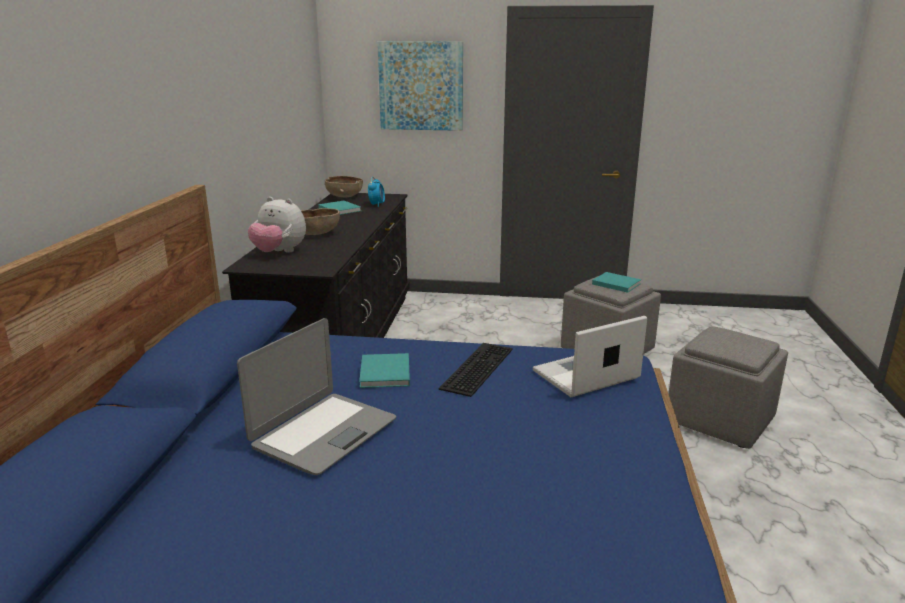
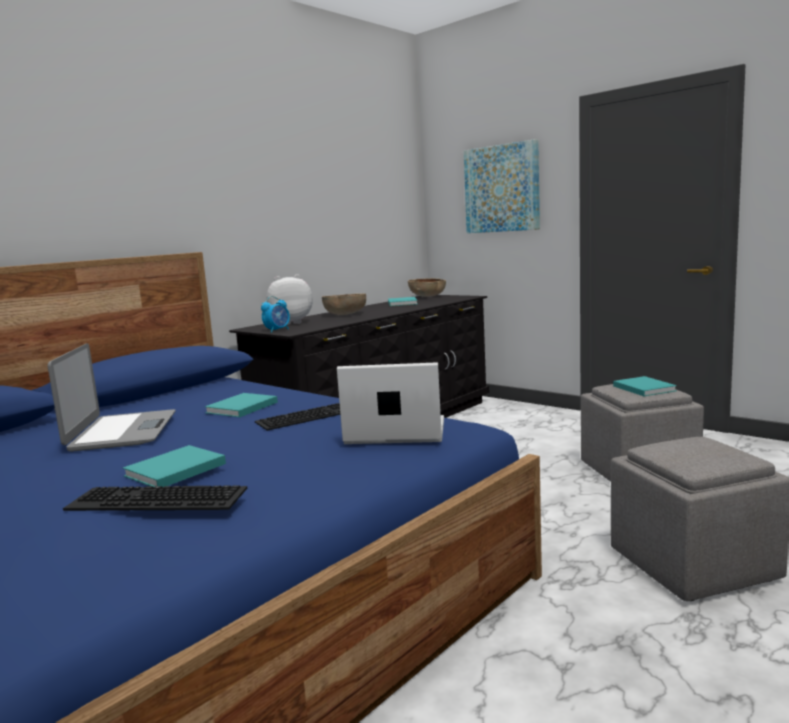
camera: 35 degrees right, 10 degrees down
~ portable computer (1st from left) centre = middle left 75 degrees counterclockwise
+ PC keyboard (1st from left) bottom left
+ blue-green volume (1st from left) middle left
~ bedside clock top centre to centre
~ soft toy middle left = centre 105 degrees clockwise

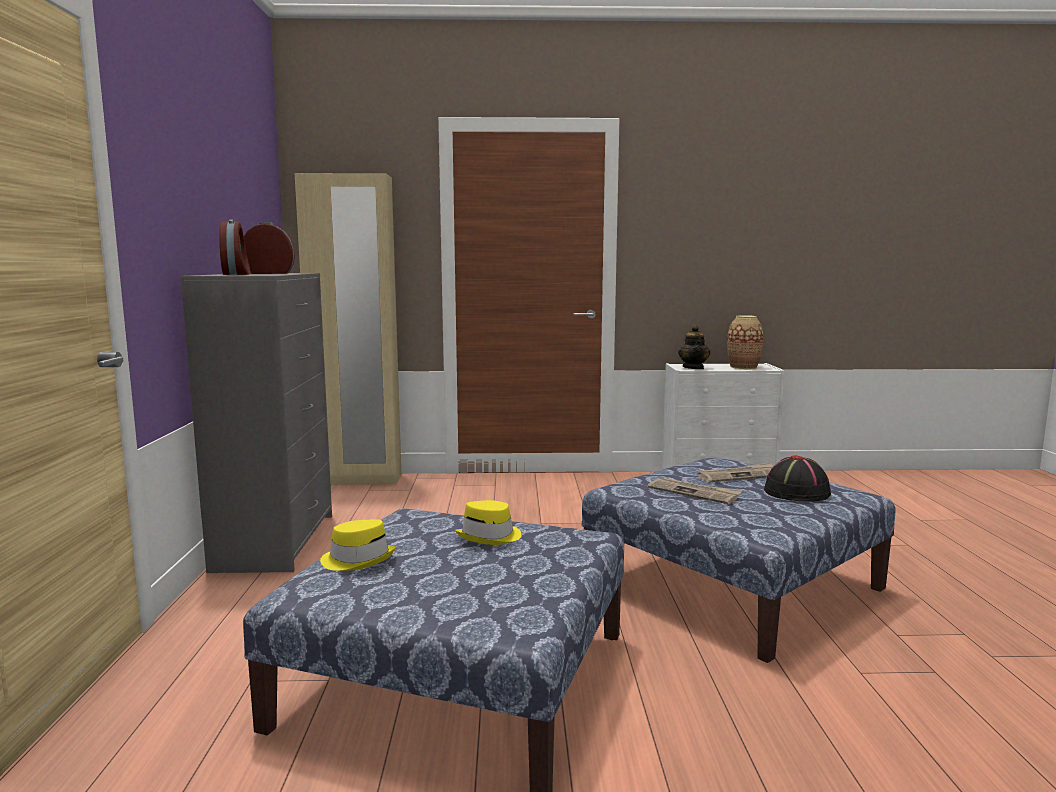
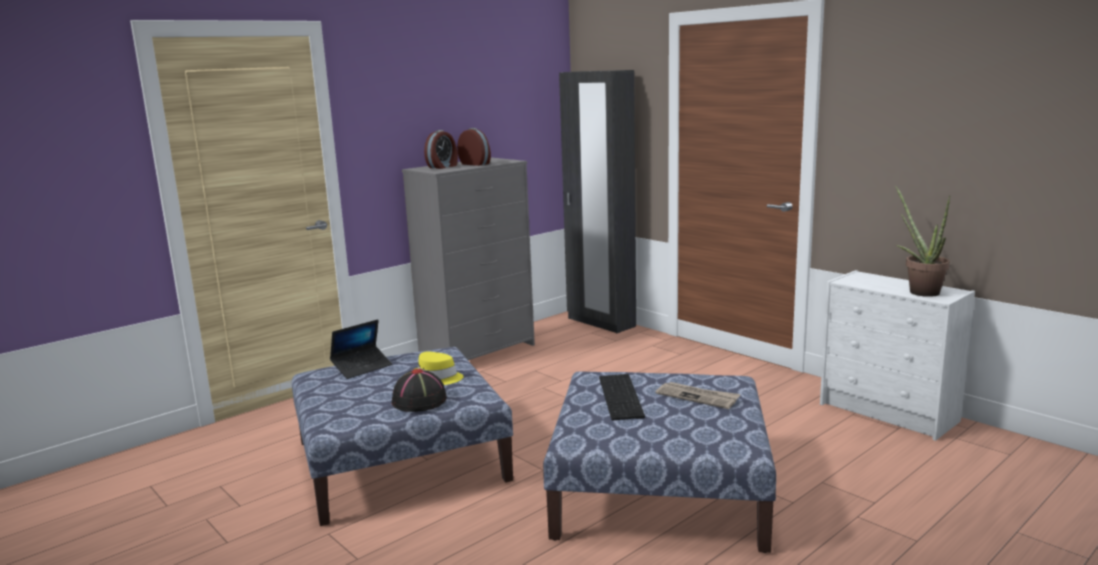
camera: 50 degrees right, 5 degrees up
~ yellow-coloured wearable hat (1st from left) bottom centre to portable computer middle left
~ black-coloured wearable hat middle right to bottom centre
~ beige clothes cupboard middle left to black-coloured clothes cupboard centre
~ printed paper (1st from left) centre to PC keyboard bottom centre
~ flower vase middle right to potted plant middle right
- tea pot centre

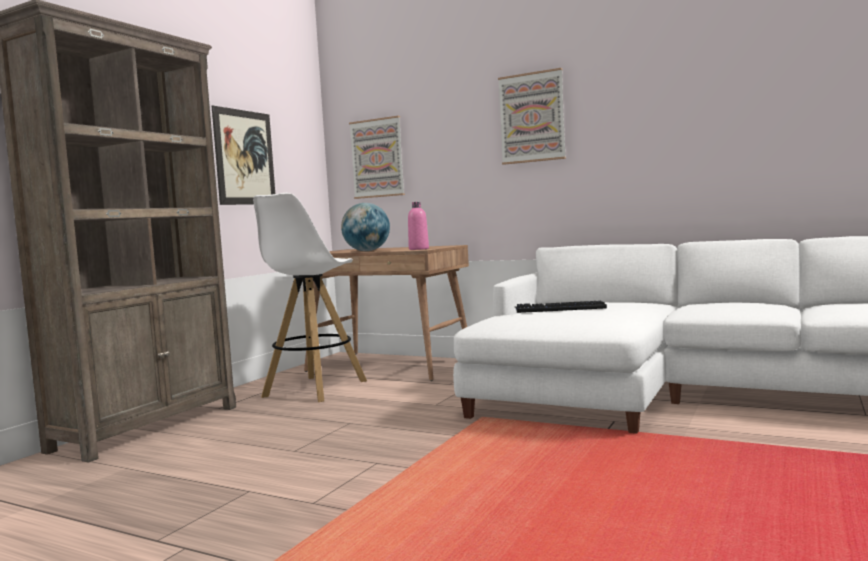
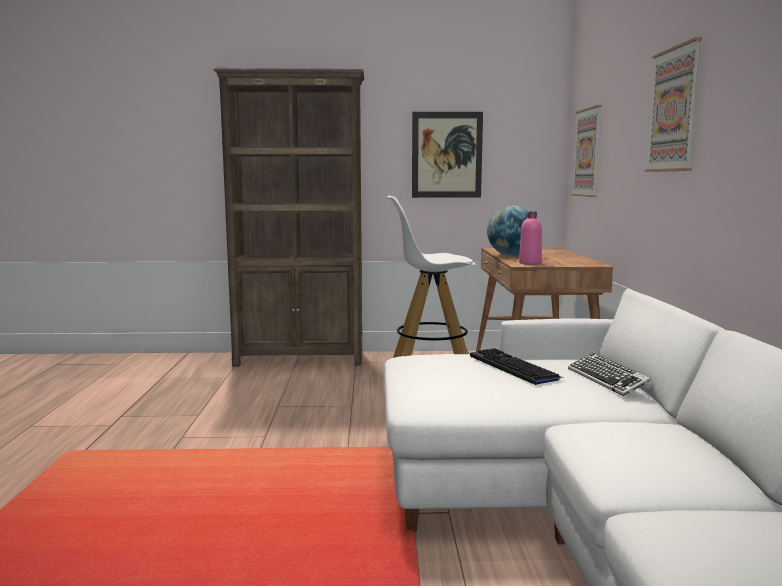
camera: 60 degrees right, 5 degrees up
+ PC keyboard (2nd from left) middle right

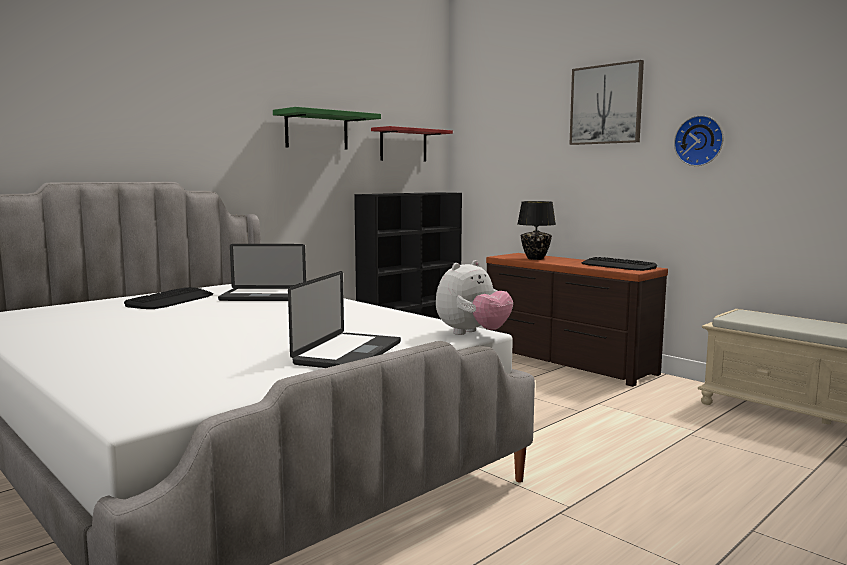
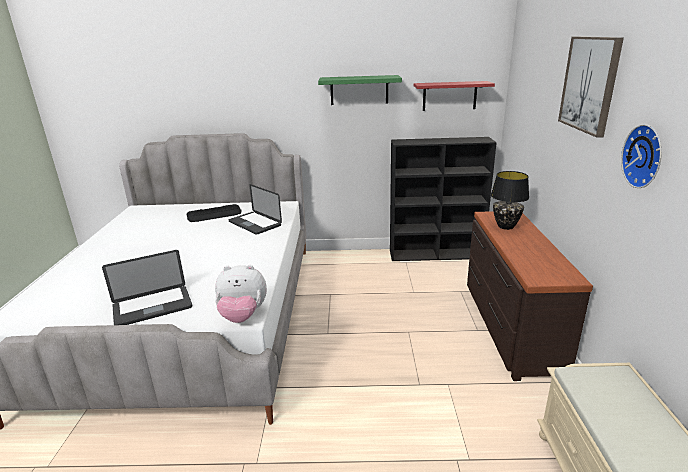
camera: 45 degrees right, 15 degrees up
- PC keyboard (2nd from left) middle right

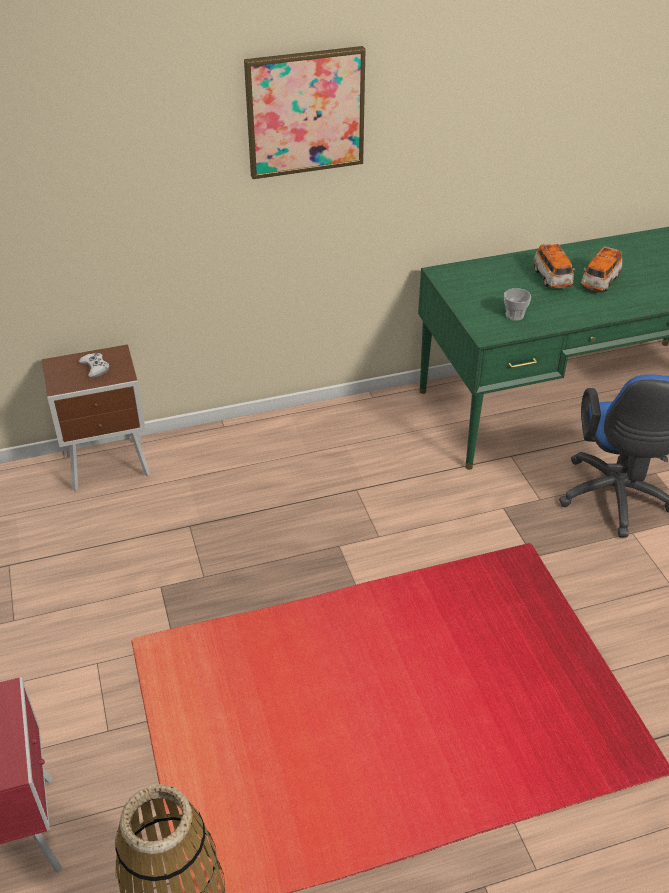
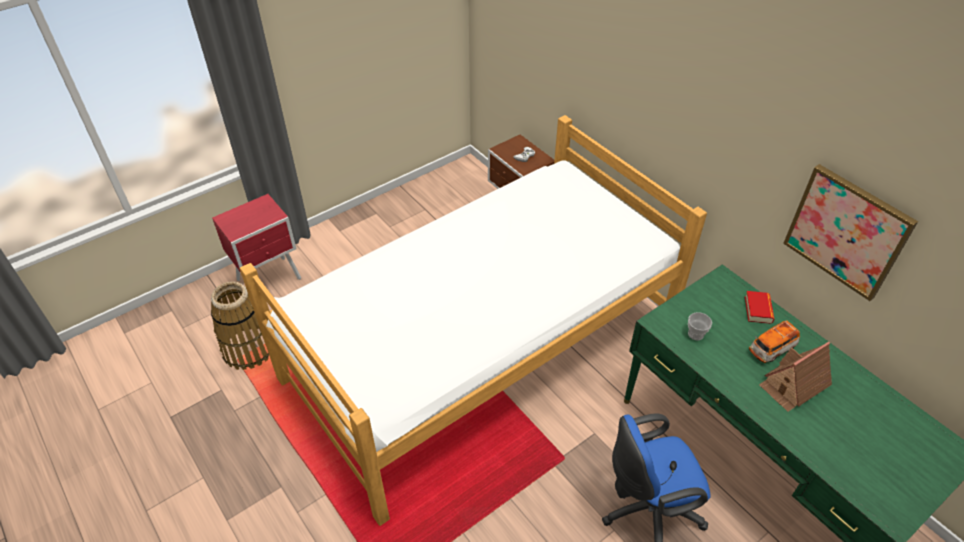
camera: 70 degrees right, 5 degrees up
+ sleeping bed centre
+ volume middle right
~ miniature car (2nd from left) top right to toy house bottom right
~ wall picture top centre to middle right

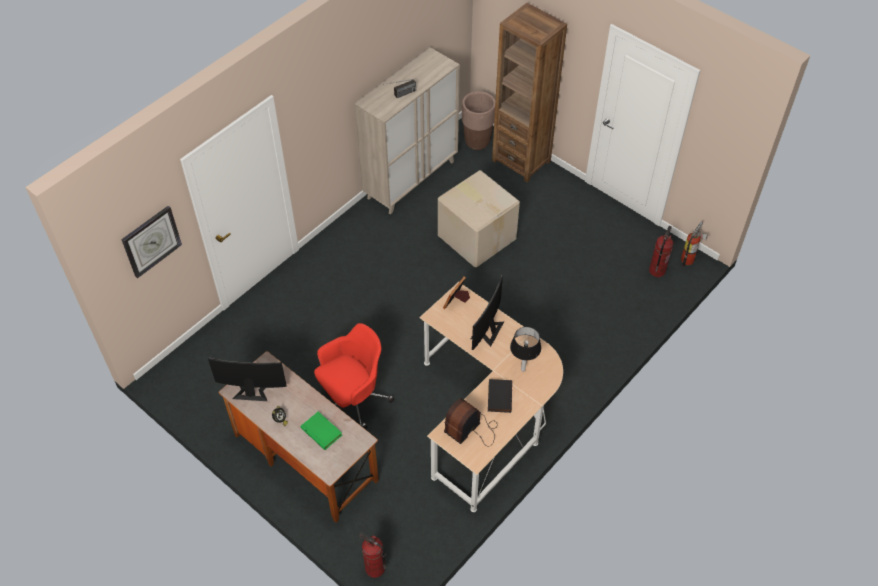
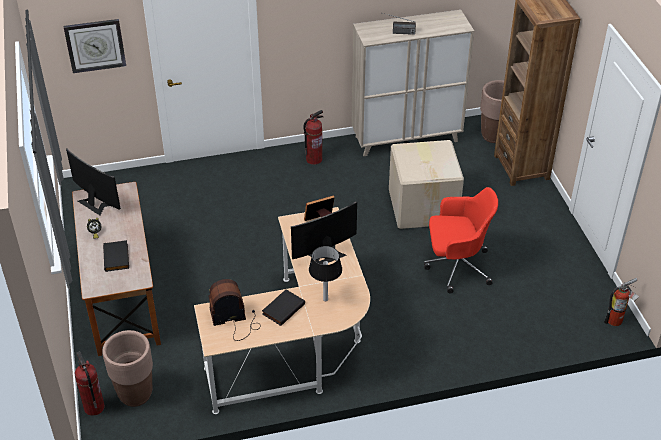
camera: 35 degrees right, 10 degrees down
+ brown-coloured plant pot (1st from left) bottom left
~ green-coloured volume bottom centre to black-coloured volume (1st from left) middle left
~ extinguisher (2nd from left) middle right to top centre
~ red-coloured office chair centre to middle right

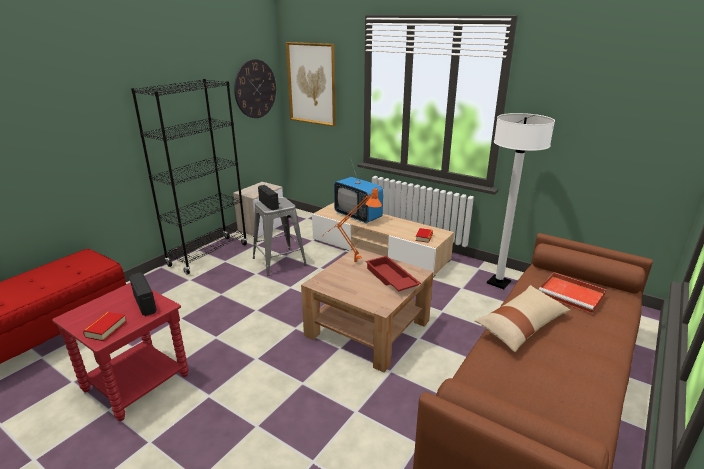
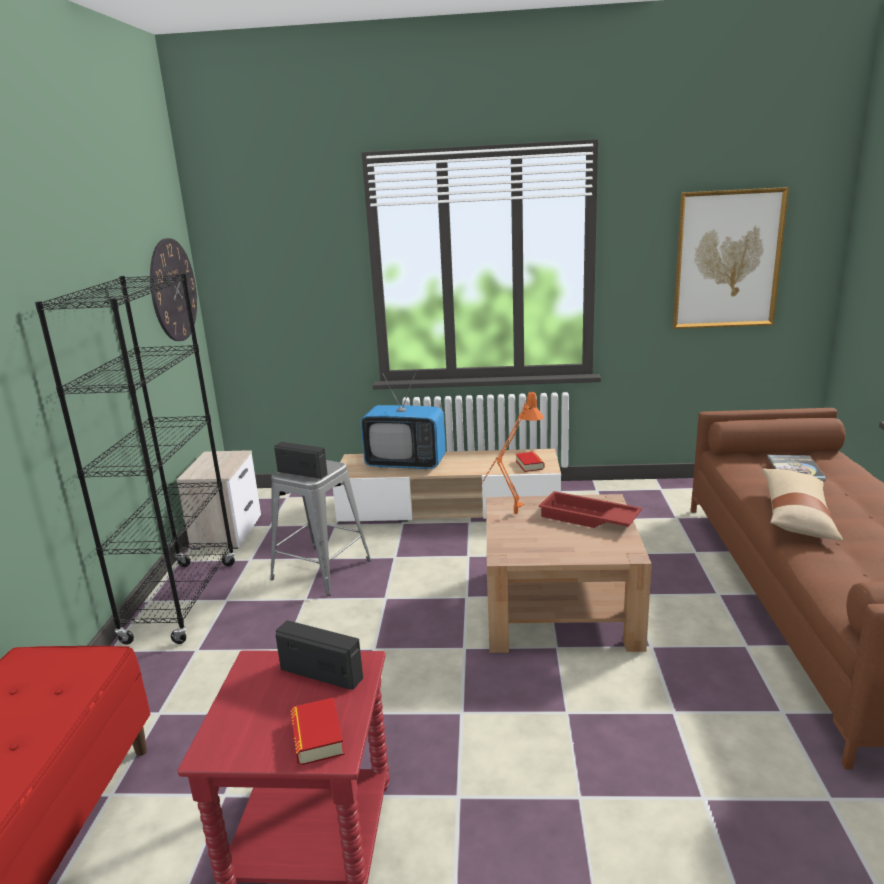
camera: 30 degrees left, 5 degrees down
~ wall picture top centre to top right
~ red-coloured serving tray (2nd from left) middle right to volume (3rd from left) middle right
- white-coloured standing lamp middle right

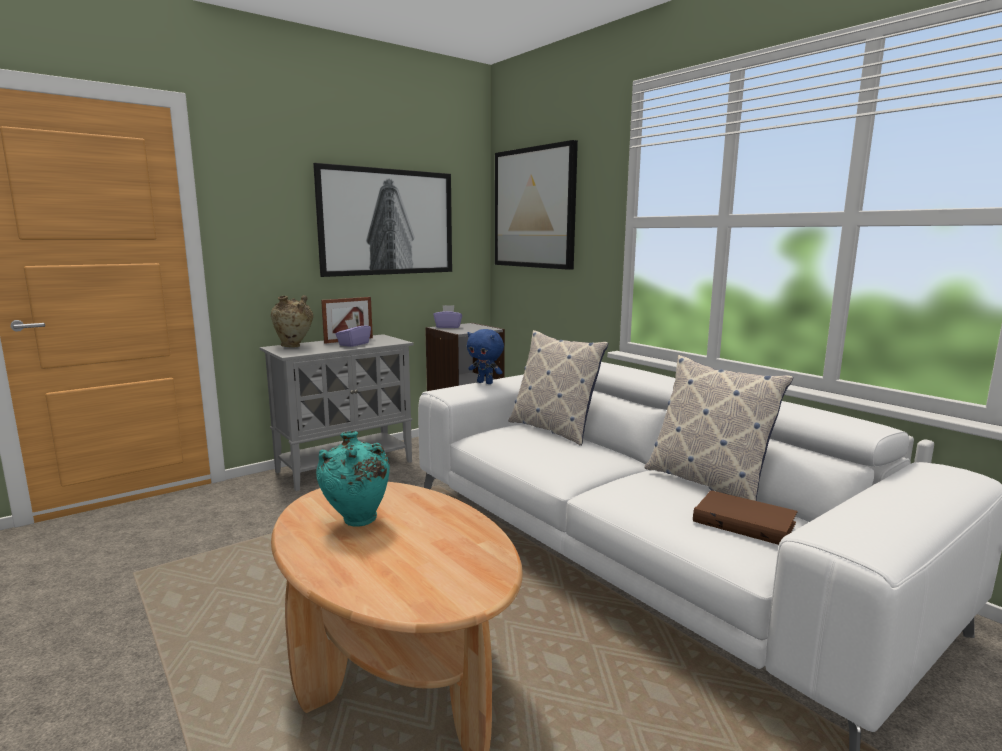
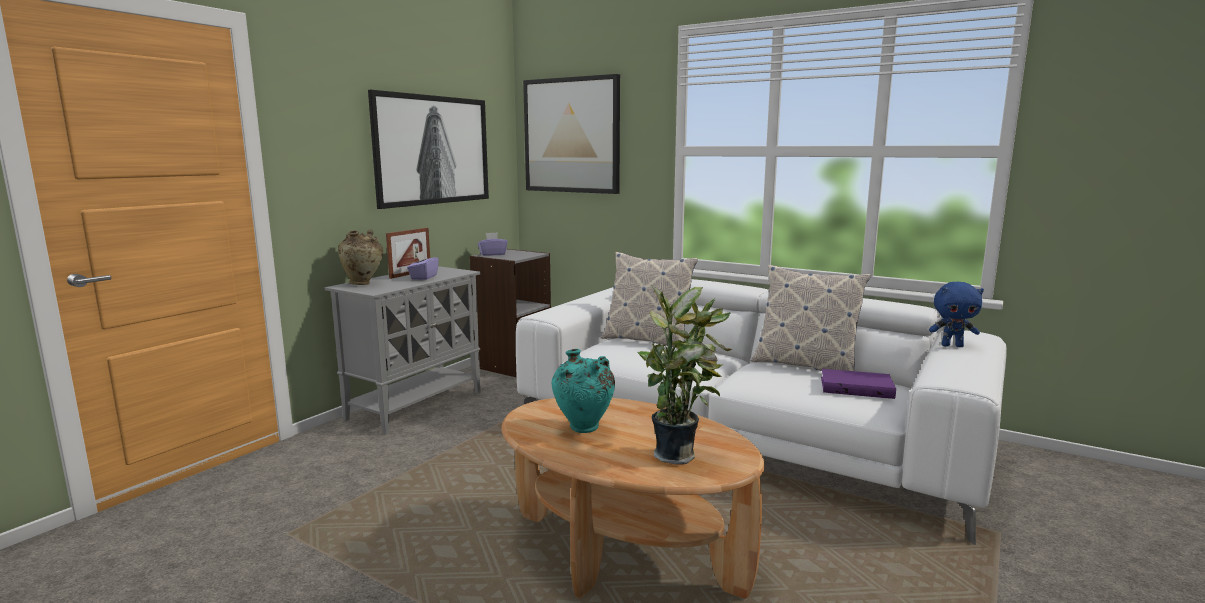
camera: 20 degrees left, 0 degrees up
+ potted plant centre
~ brown-coloured volume bottom right to purplish volume middle right
~ blue-coloured soft toy centre to middle right

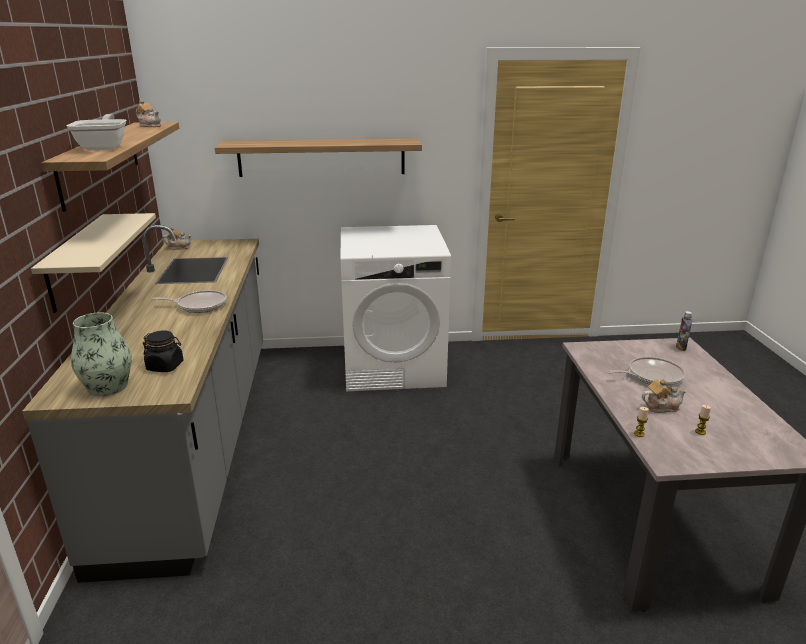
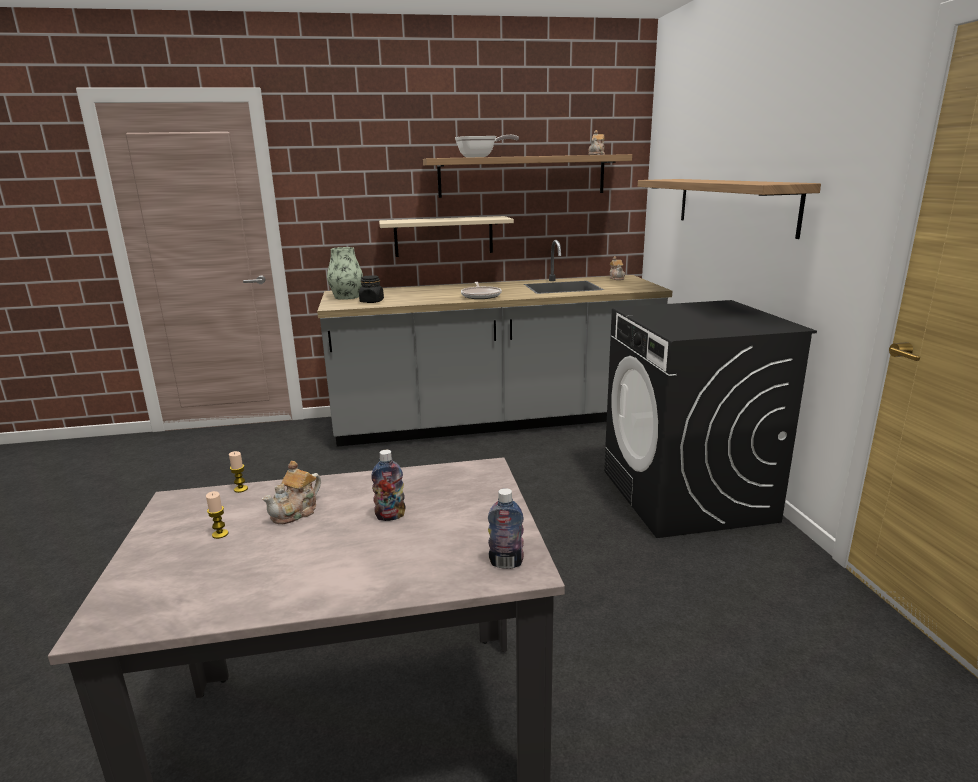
camera: 85 degrees right, 5 degrees down
~ tea pot (3rd from left in the first image) middle right = middle left 45 degrees clockwise
~ frying pan (3rd from left) middle right to bottle (1st from left) centre
~ white-coloured washing machine centre to black-coloured washing machine middle right

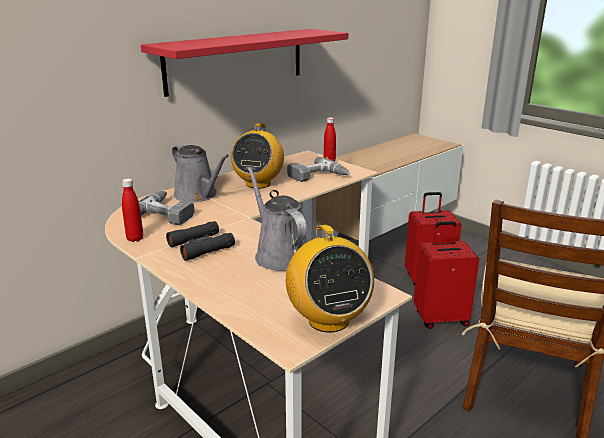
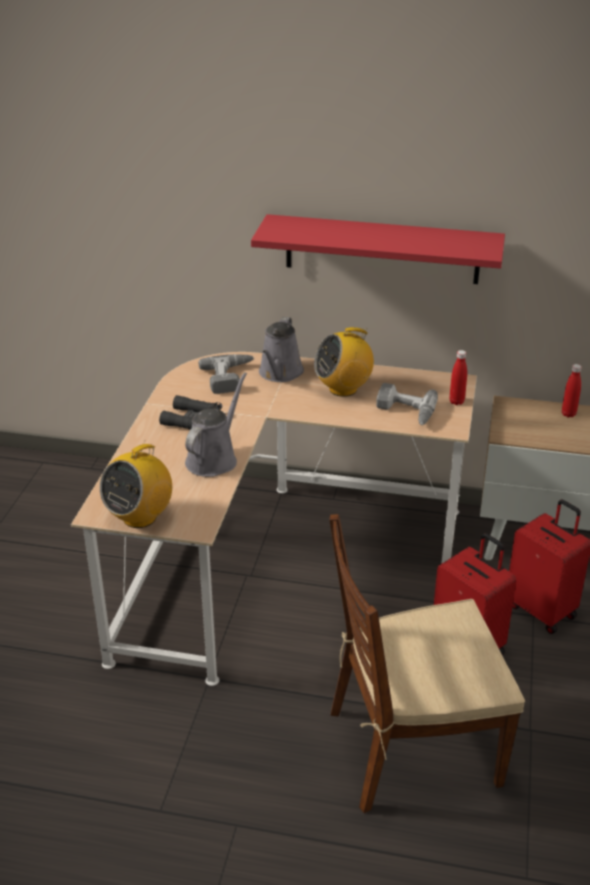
camera: 55 degrees right, 10 degrees up
~ red-coloured bottle (1st from left in the first image) middle left to red-coloured bottle (2nd from left) middle right

